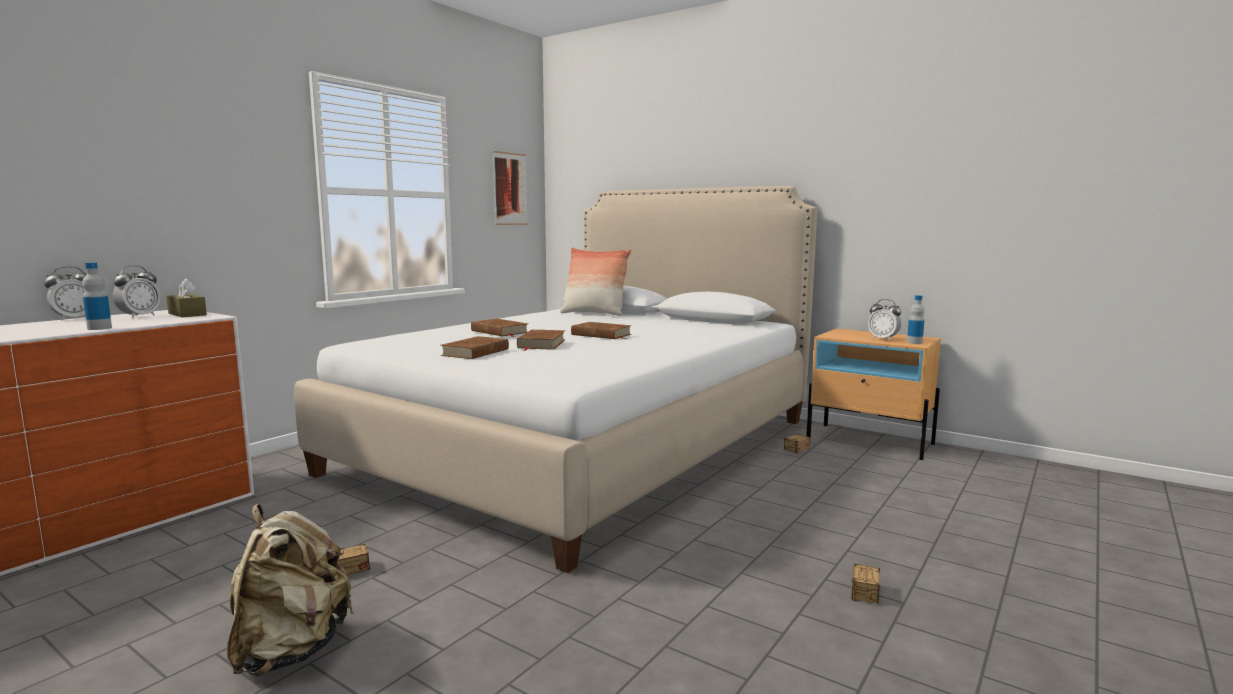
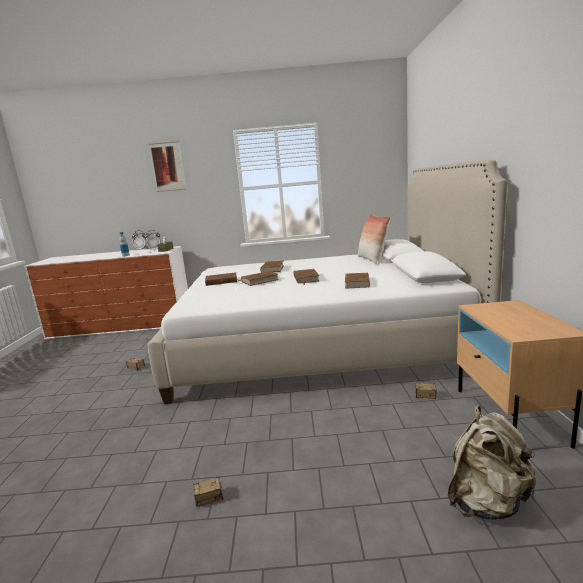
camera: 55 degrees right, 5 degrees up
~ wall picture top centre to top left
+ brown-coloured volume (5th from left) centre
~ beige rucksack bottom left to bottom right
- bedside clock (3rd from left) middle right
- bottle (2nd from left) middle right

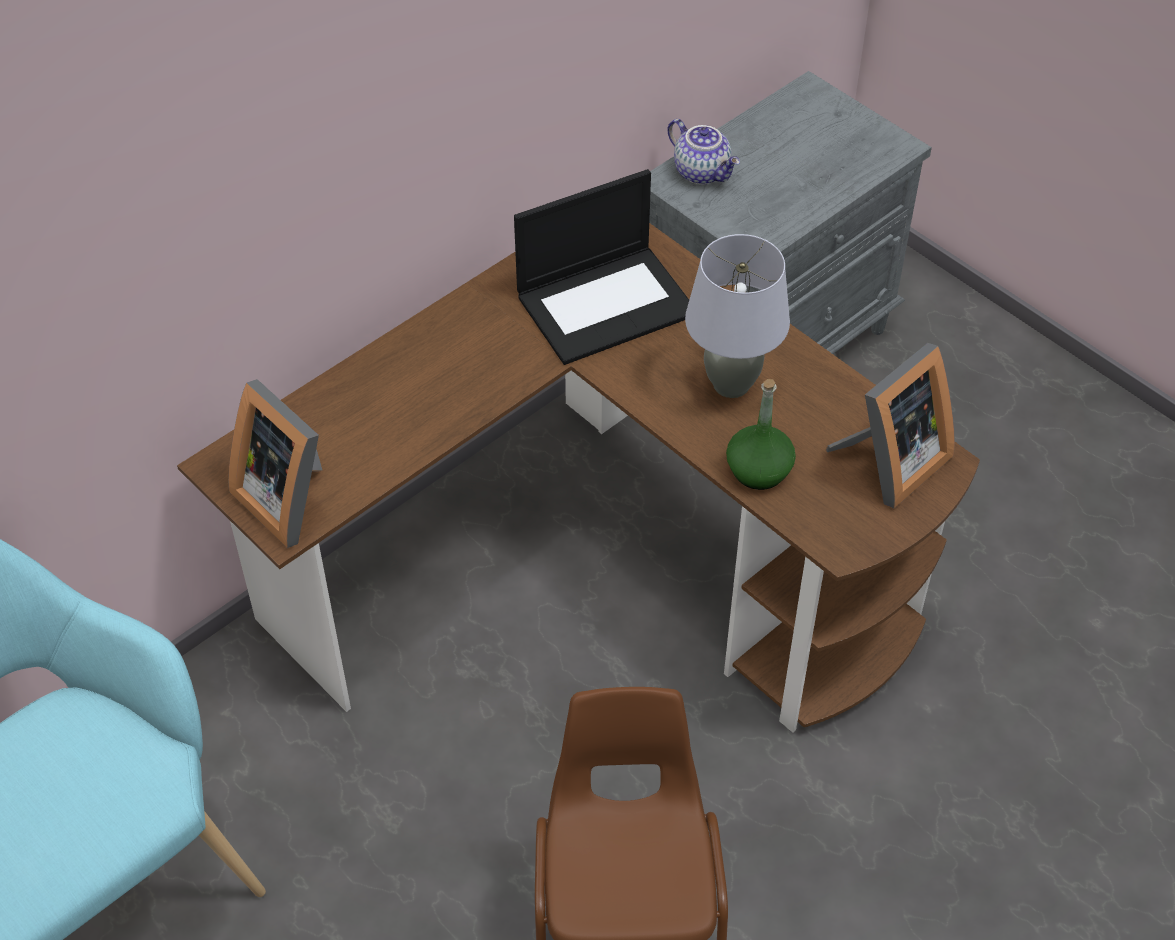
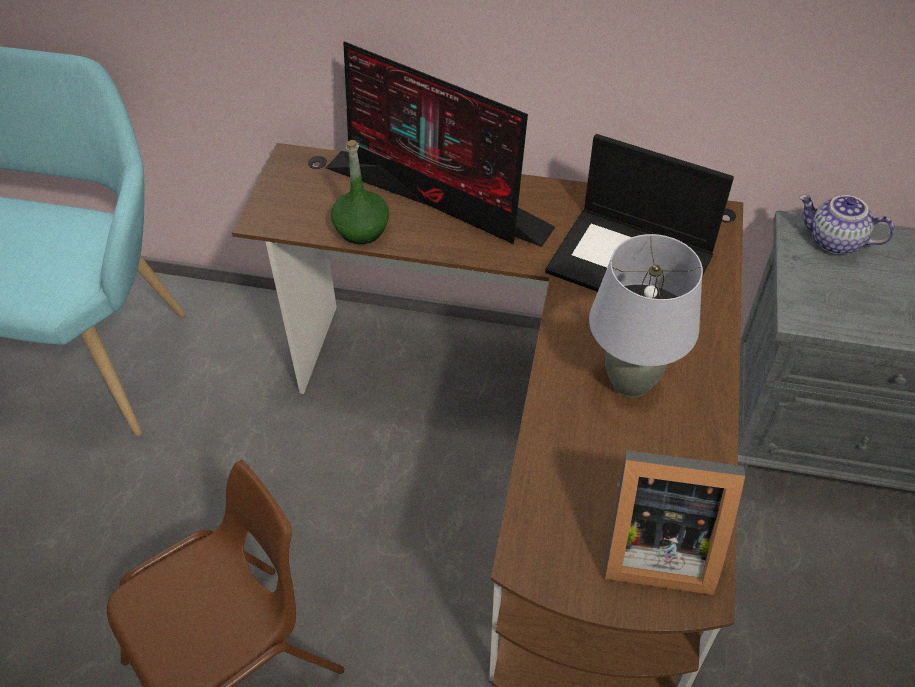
camera: 55 degrees right, 0 degrees up
+ monitor top centre
~ green-coloured bottle centre to top centre
~ tea pot top centre = top right 105 degrees clockwise
- photo frame (1st from left) middle left

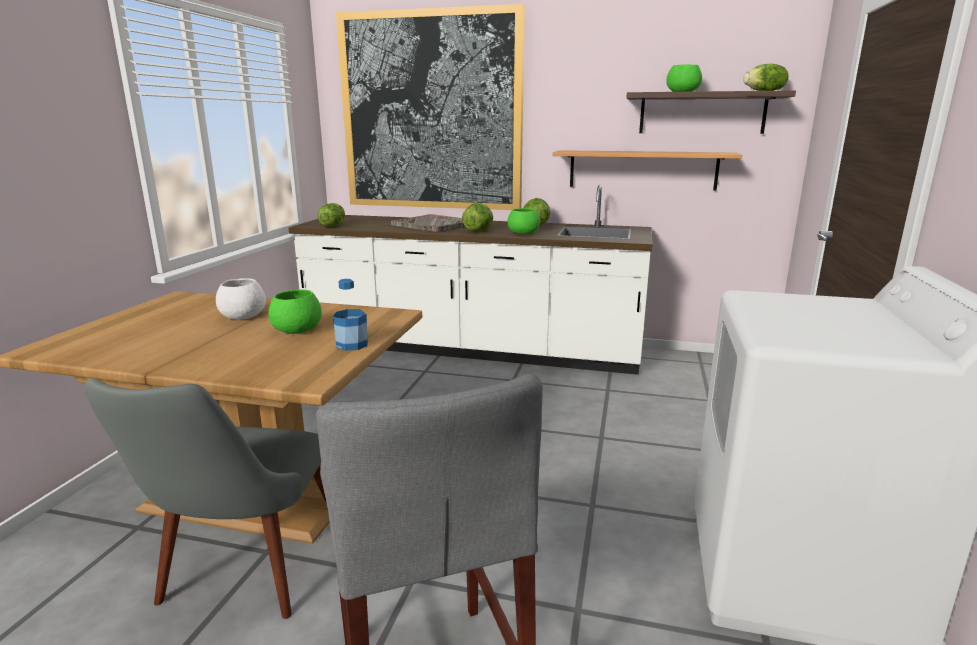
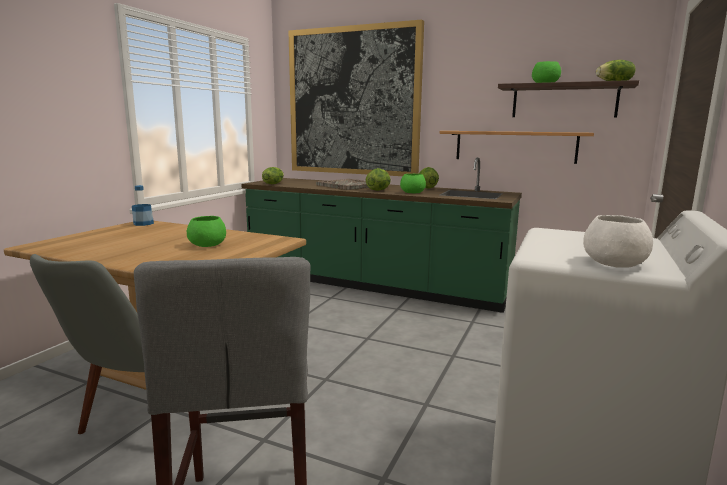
camera: 10 degrees right, 5 degrees down
~ bottle centre to middle left
~ white-coloured kitchen base unit centre to green-coloured kitchen base unit centre
~ white-coloured serving bowl middle left to middle right

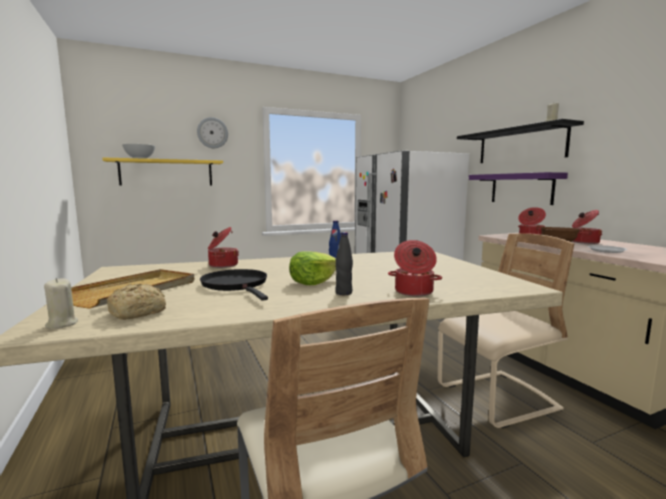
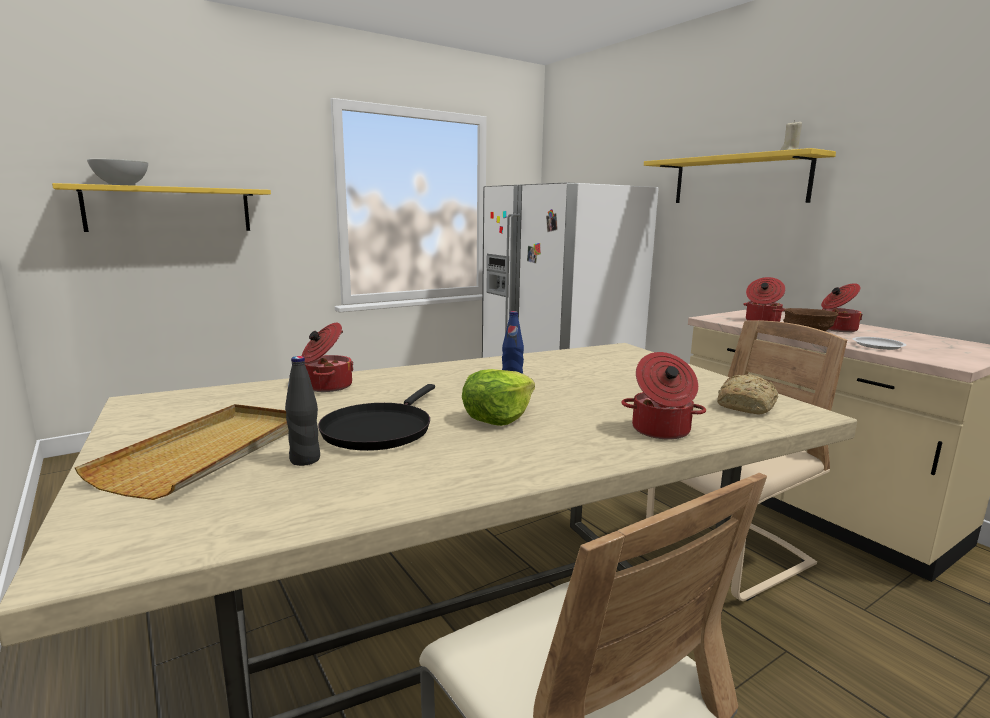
camera: 10 degrees left, 5 degrees up
~ black-coloured bottle centre to middle left
~ black-coloured frying pan centre = centre 120 degrees counterclockwise
~ black-coloured bracket shelf top right to yellow-coloured bracket shelf (2nd from left) top right
~ baked bread middle left to middle right
- beige candle (1st from left) middle left
- hanging clock top left
- purplish bracket shelf middle right

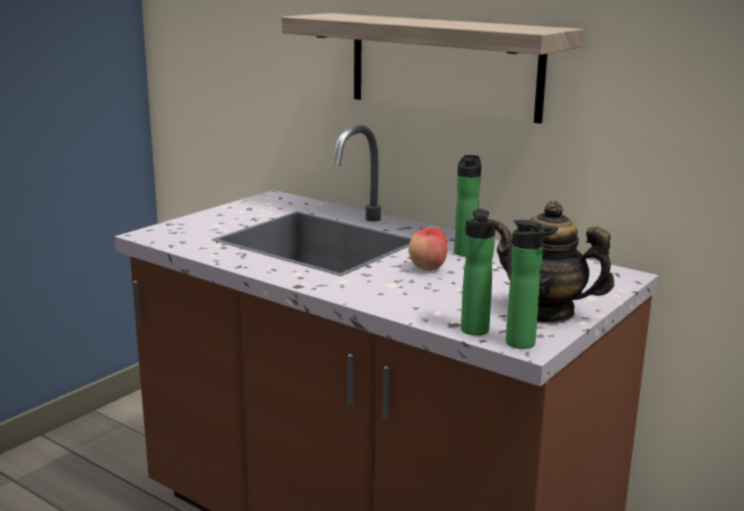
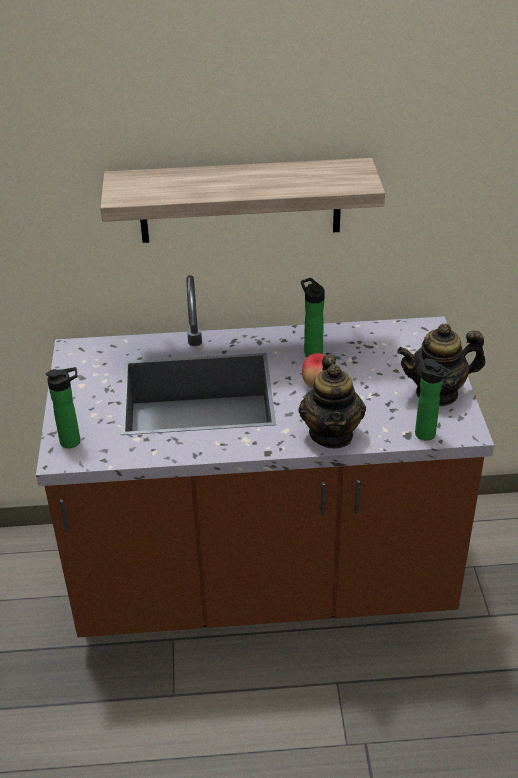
camera: 40 degrees left, 20 degrees up
~ bottle (3rd from left in the first image) middle right to bottle (1st from left) middle left
+ tea pot (1st from left) centre

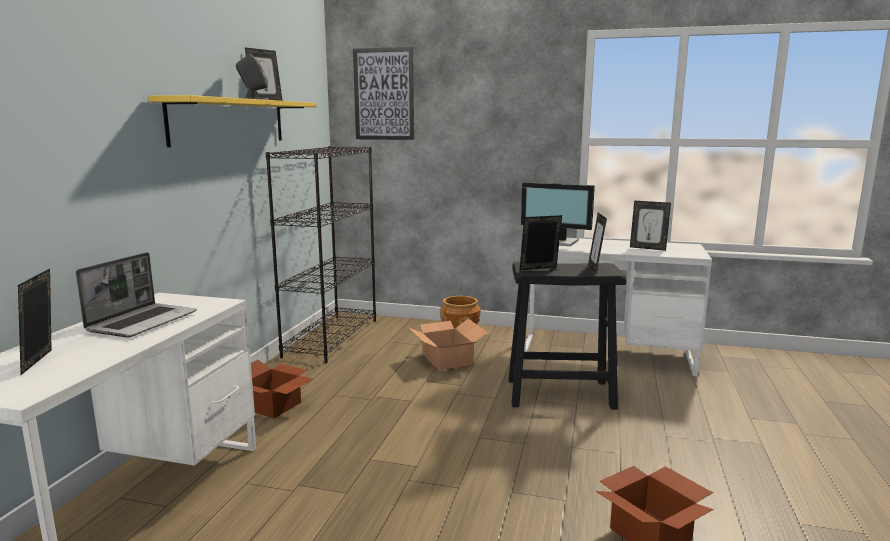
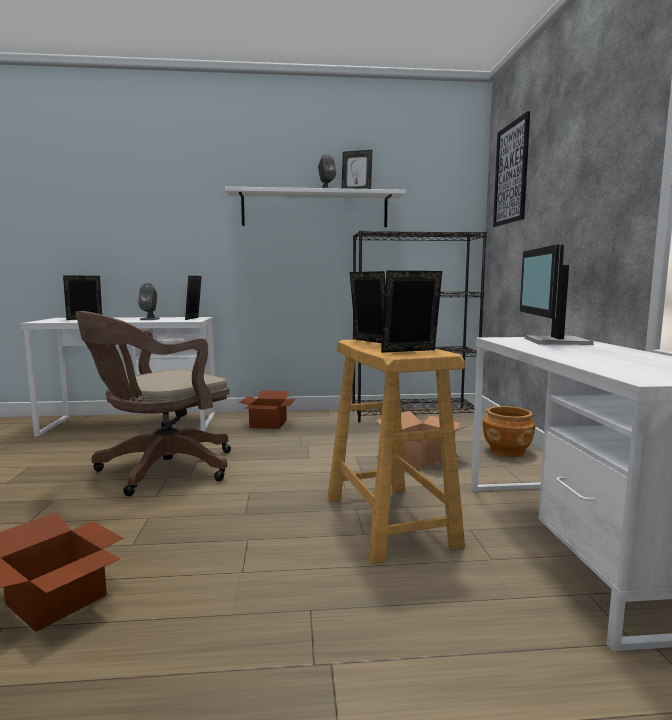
camera: 70 degrees right, 5 degrees down
+ brown-coloured office chair middle left
~ portable computer middle left to gray loudspeaker (1st from left) middle left
~ photo frame (5th from left in the first image) middle right to photo frame (2nd from left) middle left
~ yellow-coloured bracket shelf top left to white-coloured bracket shelf top centre
~ black-coloured sitting stool centre to beige sitting stool centre

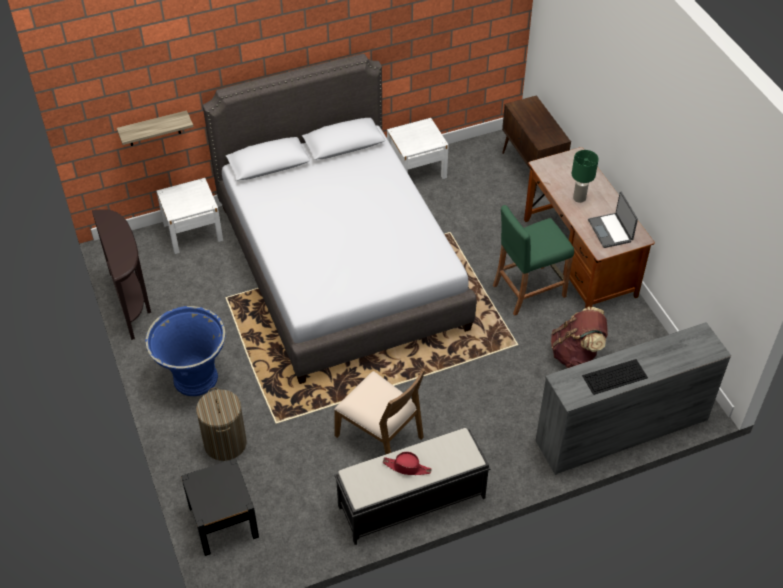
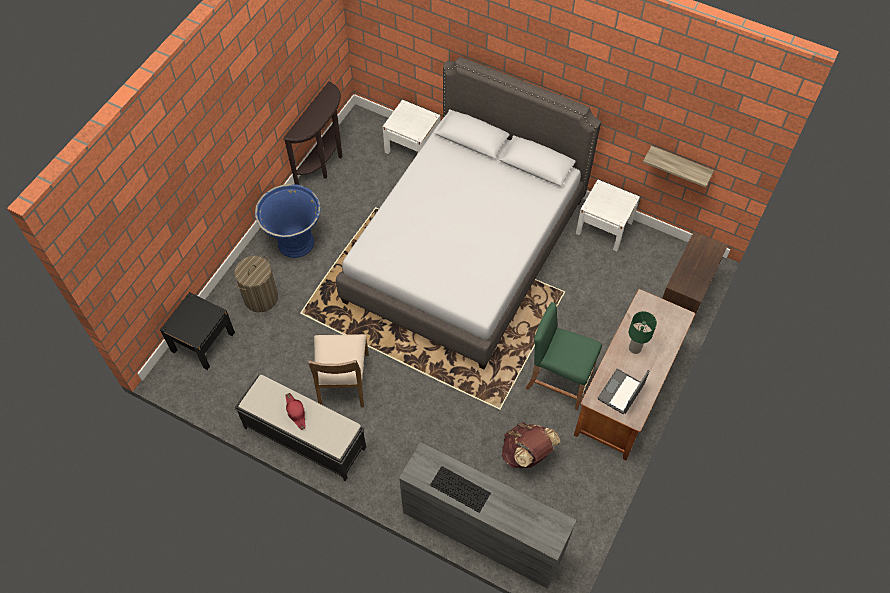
camera: 50 degrees right, 10 degrees up
~ bracket shelf top left to top right

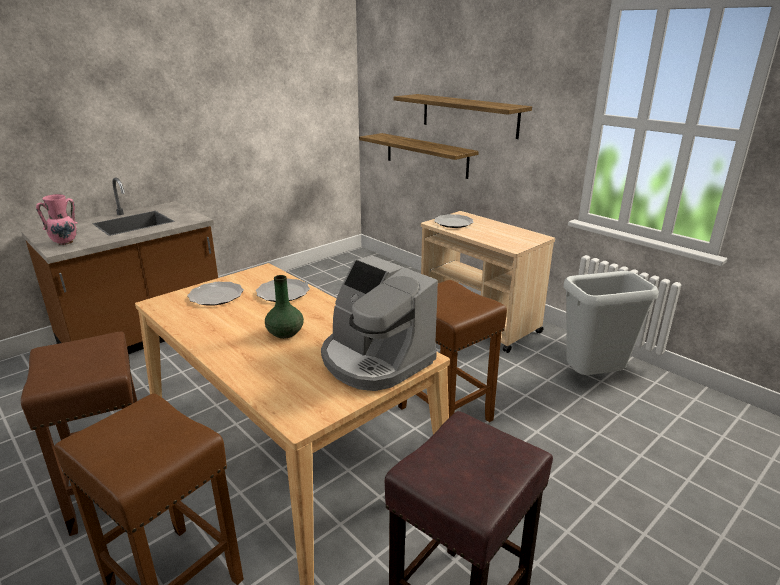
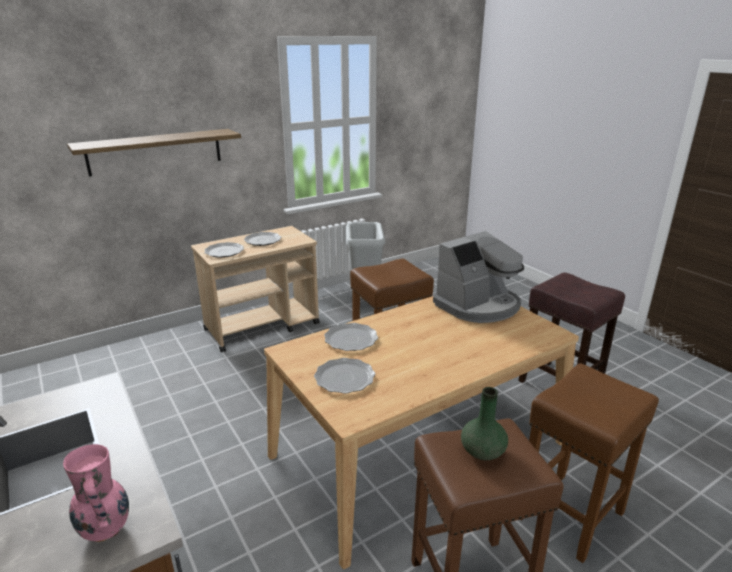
camera: 80 degrees left, 0 degrees up
+ plate (2nd from left) centre
~ green-coloured flower vase centre to bottom centre
- bracket shelf (1st from left) top centre

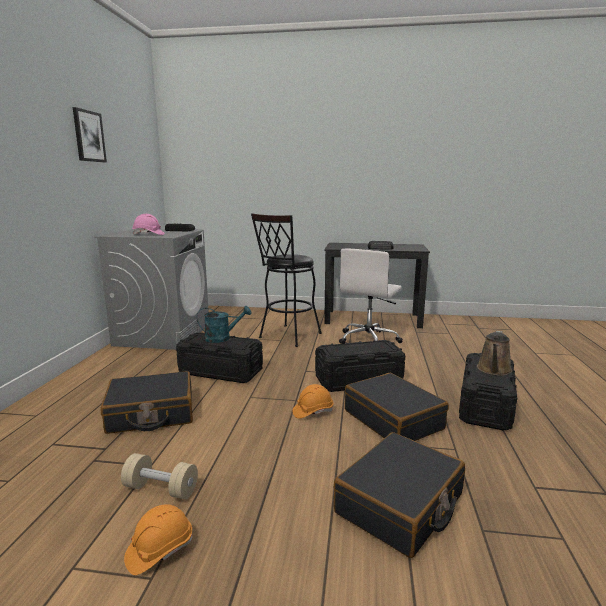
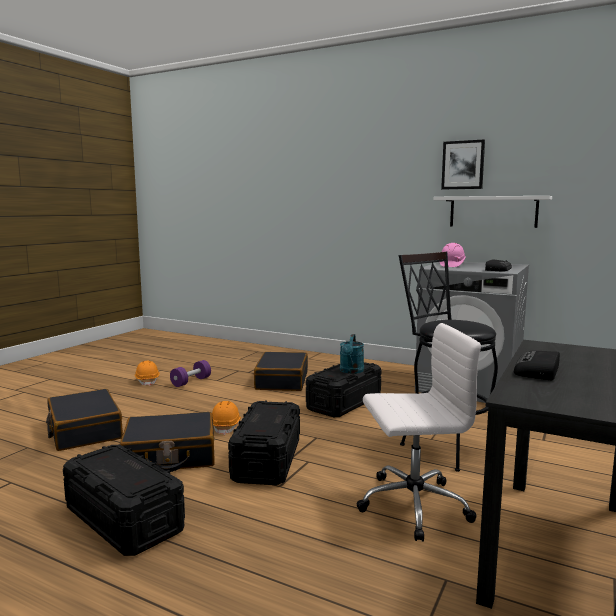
camera: 110 degrees right, 5 degrees down
~ beige free weight bottom left to purplish free weight middle left
~ white-coloured office chair centre = bottom right 120 degrees clockwise
+ white-coloured bracket shelf middle right
- brown-coloured watering pot middle right

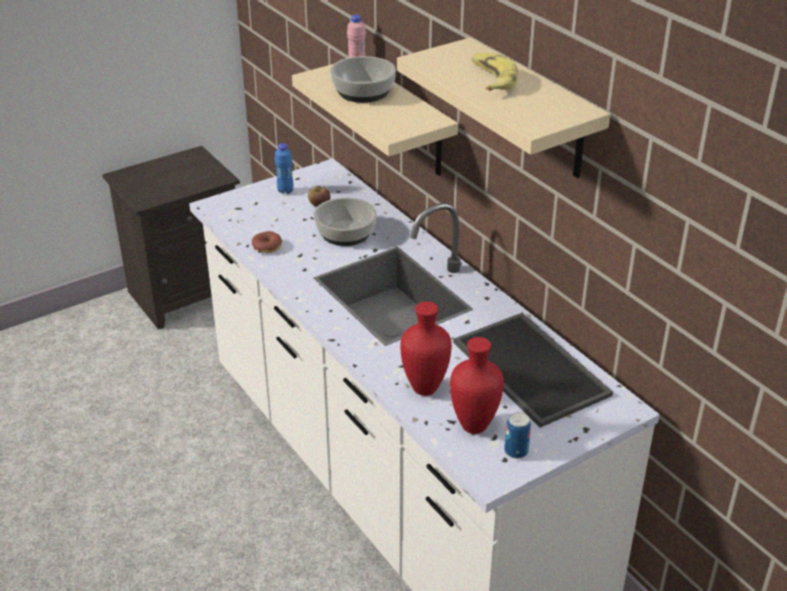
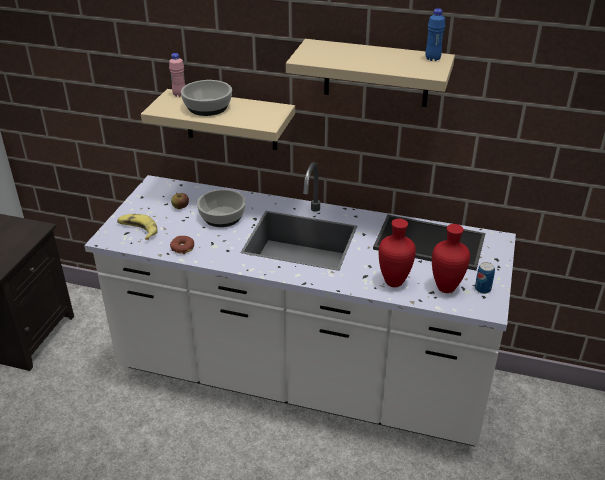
camera: 40 degrees left, 0 degrees up
~ banana fruit top centre to middle left
~ blue-coloured bottle top centre to top right

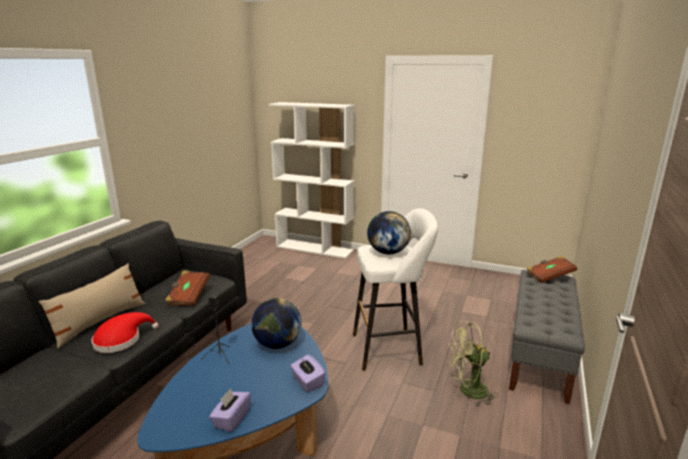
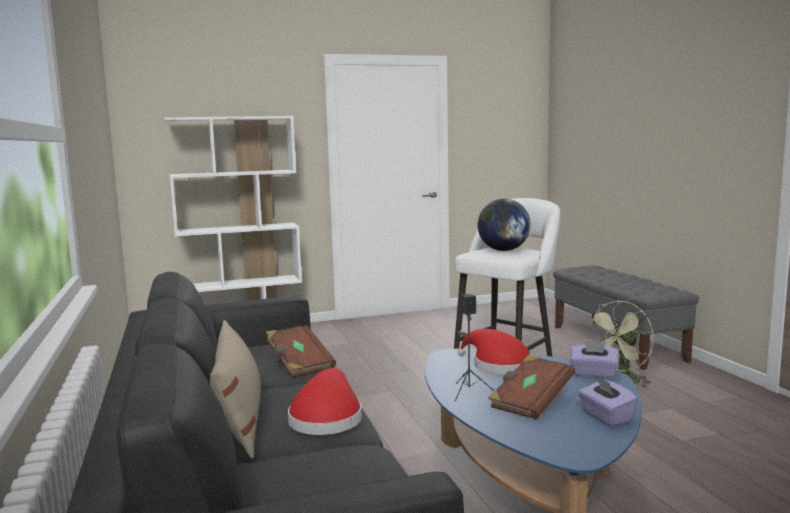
camera: 40 degrees left, 10 degrees down
~ globe (1st from left) bottom centre to red-coloured wearable hat (2nd from left) bottom centre
~ brown-coloured volume (2nd from left) middle right to bottom right

